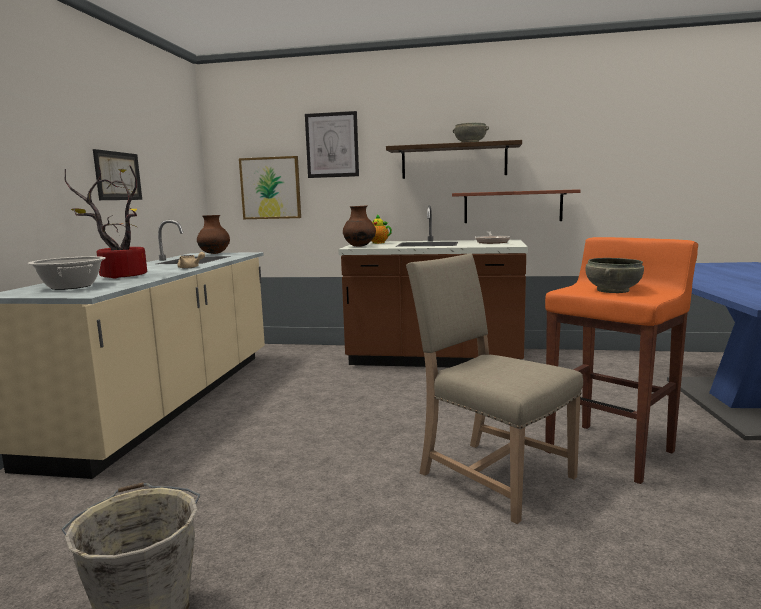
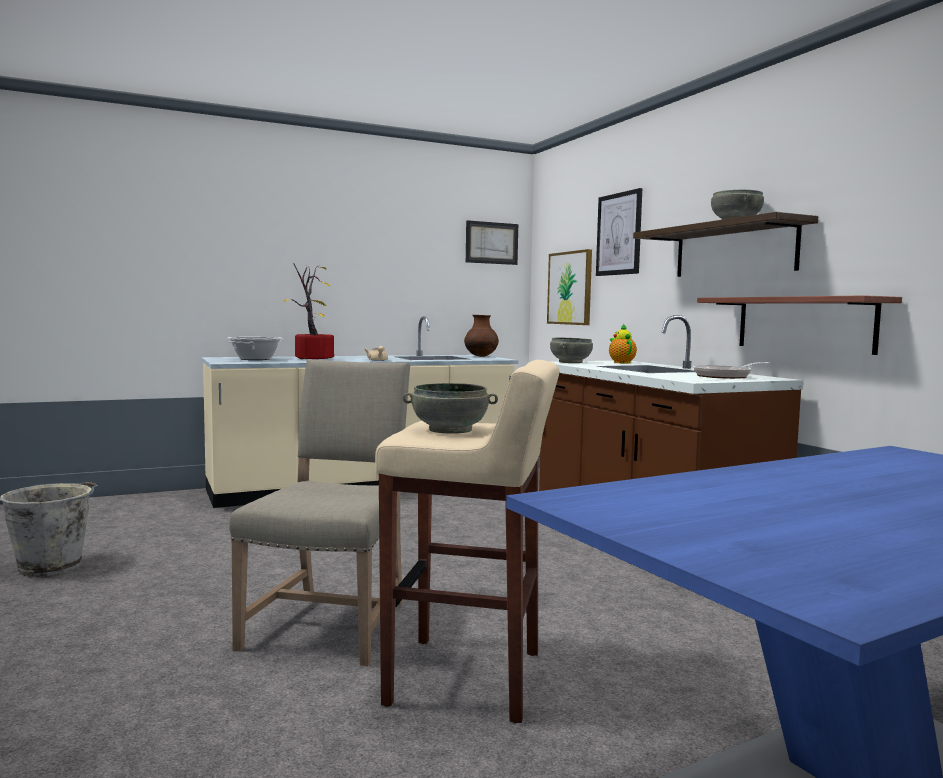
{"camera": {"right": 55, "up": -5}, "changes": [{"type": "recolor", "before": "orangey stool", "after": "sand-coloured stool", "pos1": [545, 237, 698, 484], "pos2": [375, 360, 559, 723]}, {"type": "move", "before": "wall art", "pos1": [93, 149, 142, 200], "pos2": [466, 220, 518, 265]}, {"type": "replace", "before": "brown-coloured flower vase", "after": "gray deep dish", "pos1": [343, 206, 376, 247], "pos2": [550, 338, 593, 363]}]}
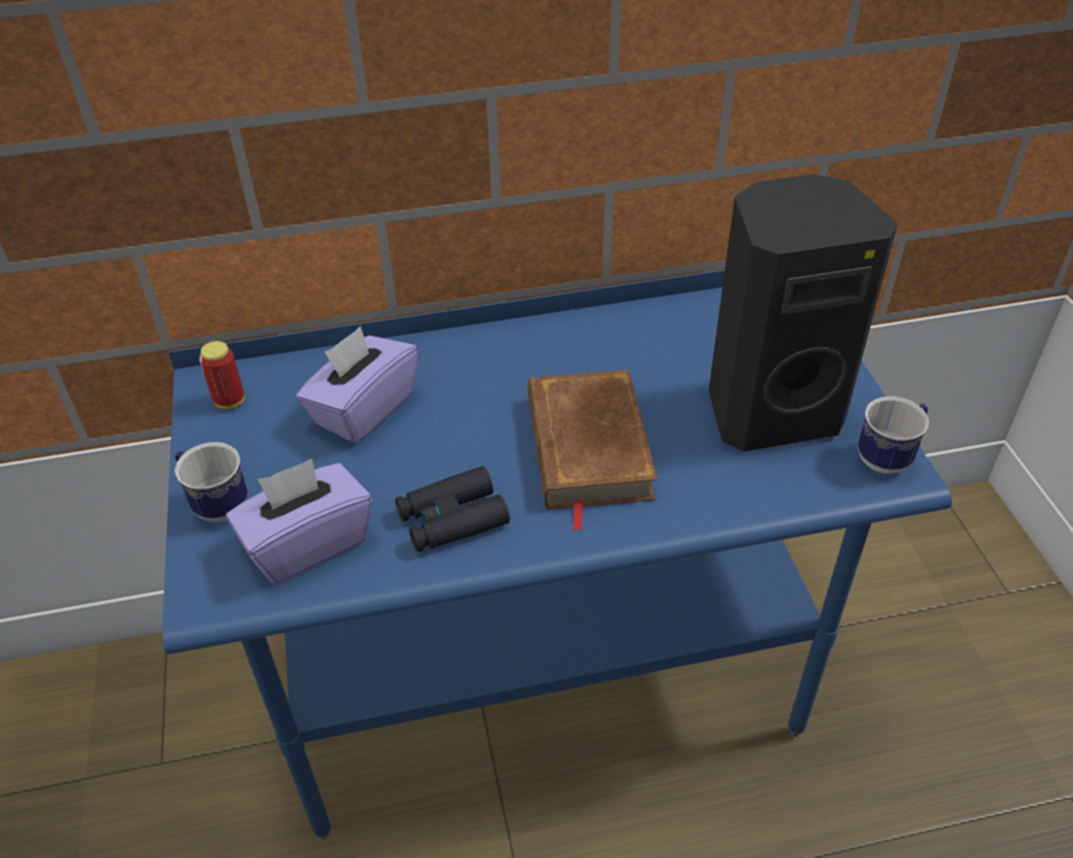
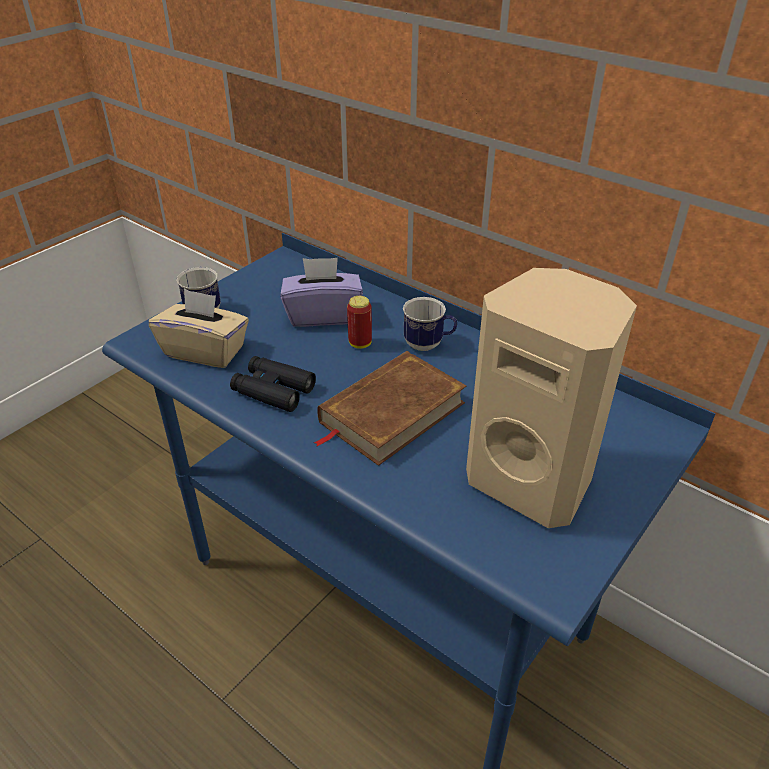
{"camera": {"right": 50, "up": -5}, "changes": [{"type": "recolor", "before": "purple box of tissues", "after": "sand-coloured box of tissues", "pos1": [226, 458, 372, 584], "pos2": [149, 289, 249, 368]}, {"type": "move", "before": "sealed can", "pos1": [199, 341, 245, 409], "pos2": [347, 296, 372, 349]}, {"type": "move", "before": "tea mug", "pos1": [858, 396, 929, 474], "pos2": [403, 297, 457, 351]}, {"type": "recolor", "before": "blackish loudspeaker", "after": "sand-coloured loudspeaker", "pos1": [709, 174, 898, 452], "pos2": [466, 268, 637, 528]}]}
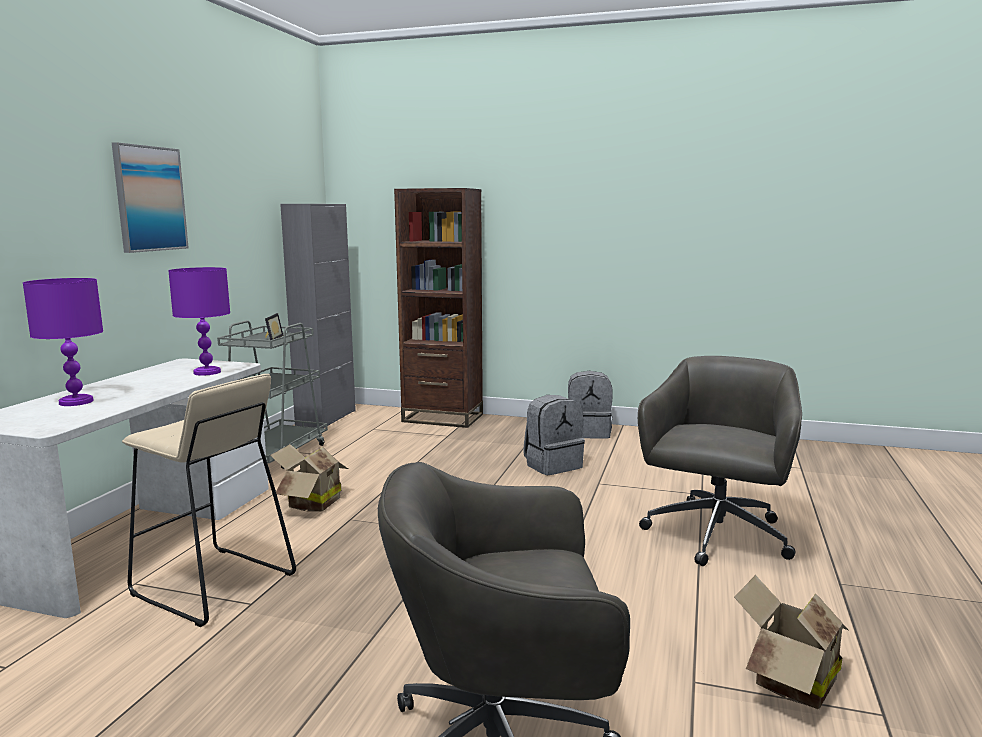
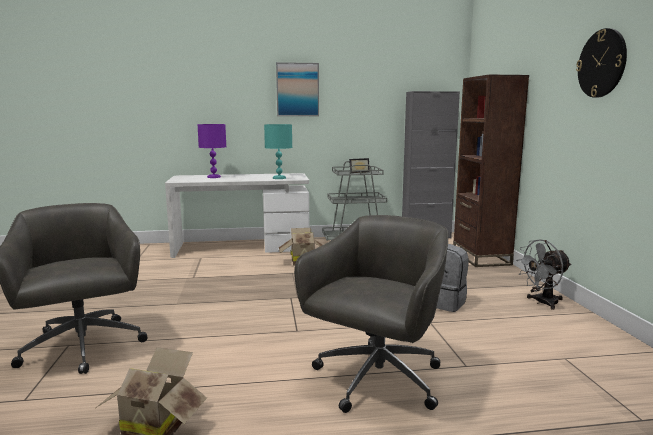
{"camera": {"right": 65, "up": 0}, "changes": [{"type": "recolor", "before": "purple table lamp", "after": "turquoise-coloured table lamp", "pos1": [168, 267, 230, 376], "pos2": [264, 124, 292, 179]}, {"type": "rotate", "before": "gray office chair", "pos1": [638, 356, 802, 566], "pos2": [294, 215, 448, 413], "turn": -60}, {"type": "replace", "before": "gray rucksack", "after": "gray electric fan", "pos1": [568, 371, 613, 439], "pos2": [516, 239, 572, 310]}, {"type": "insert", "after": "wall clock", "pos2": [576, 28, 627, 98]}, {"type": "delete", "before": "sand-coloured stool", "pos1": [122, 374, 296, 627]}]}
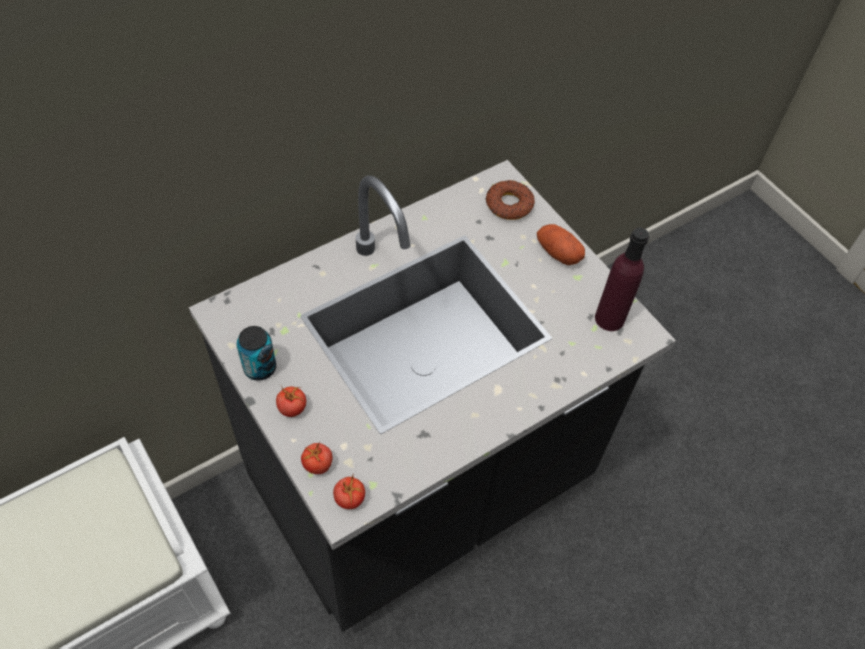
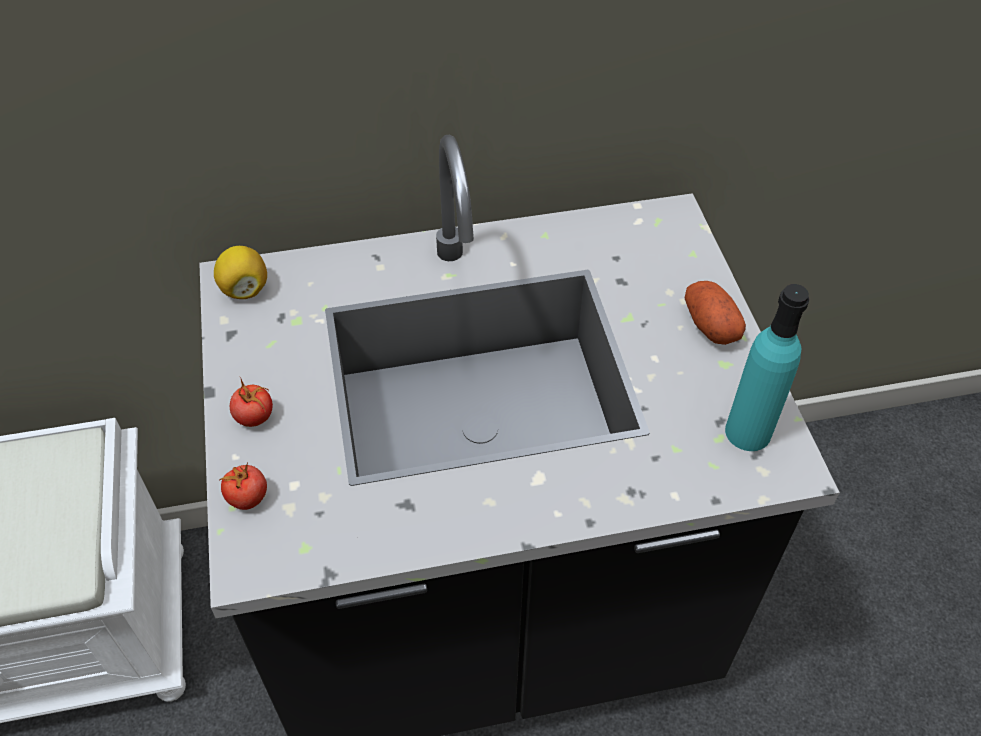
{"camera": {"right": 25, "up": -5}, "changes": [{"type": "insert", "after": "lemon", "pos2": [214, 246, 267, 299]}, {"type": "recolor", "before": "purple beverage bottle", "after": "turquoise-coloured beverage bottle", "pos1": [595, 227, 649, 331], "pos2": [725, 284, 809, 451]}, {"type": "delete", "before": "sealed can", "pos1": [237, 326, 276, 381]}, {"type": "delete", "before": "whole tomato", "pos1": [333, 475, 365, 509]}, {"type": "delete", "before": "ring doughnut", "pos1": [485, 180, 535, 220]}]}
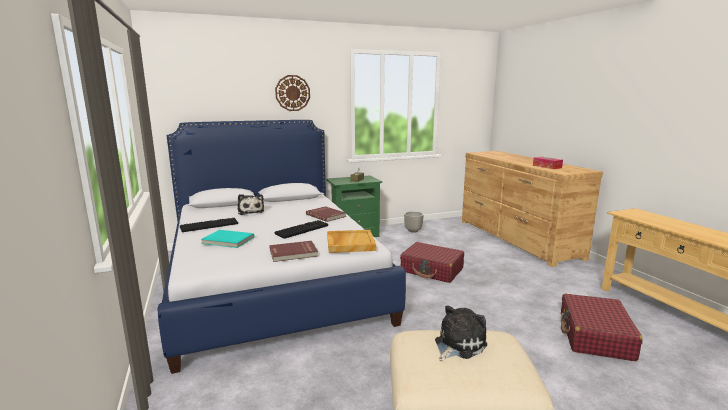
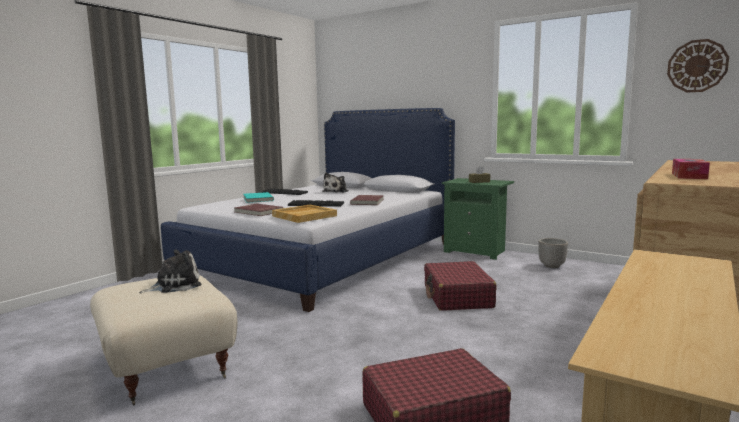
{"camera": {"right": 55, "up": -5}, "changes": [{"type": "rotate", "before": "cuddly toy", "pos1": [435, 305, 487, 361], "pos2": [139, 249, 201, 293], "turn": -45}, {"type": "move", "before": "wall clock", "pos1": [275, 75, 310, 111], "pos2": [667, 39, 729, 92]}]}
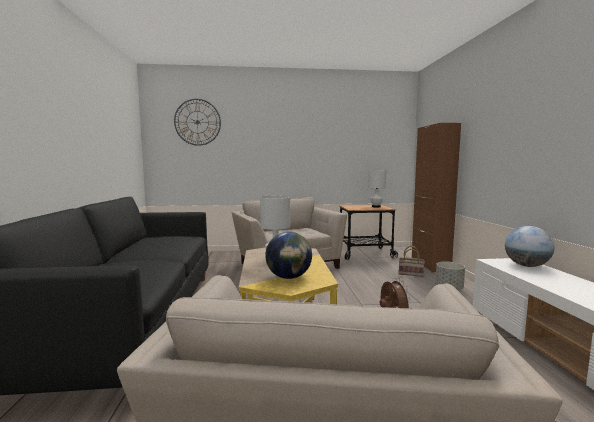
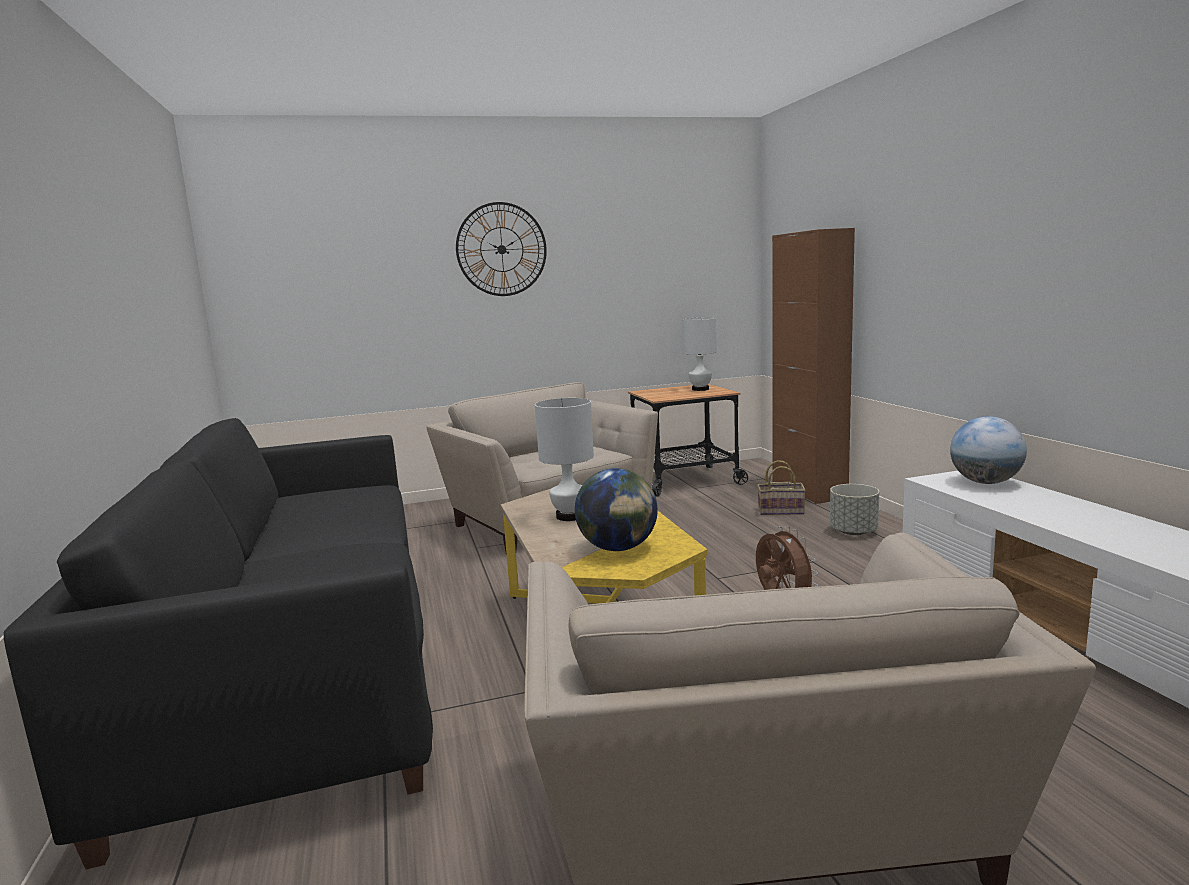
{"camera": {"right": -10, "up": 5}, "changes": [{"type": "move", "before": "wall clock", "pos1": [174, 99, 221, 146], "pos2": [456, 202, 547, 296]}]}
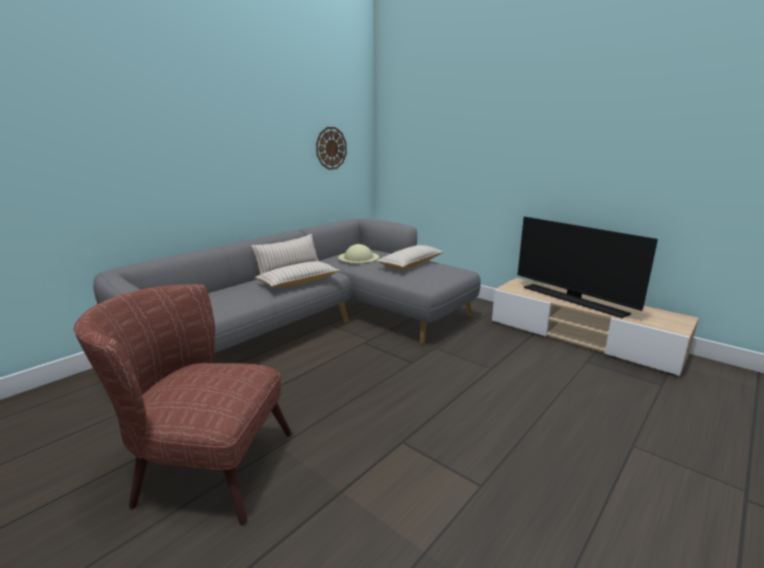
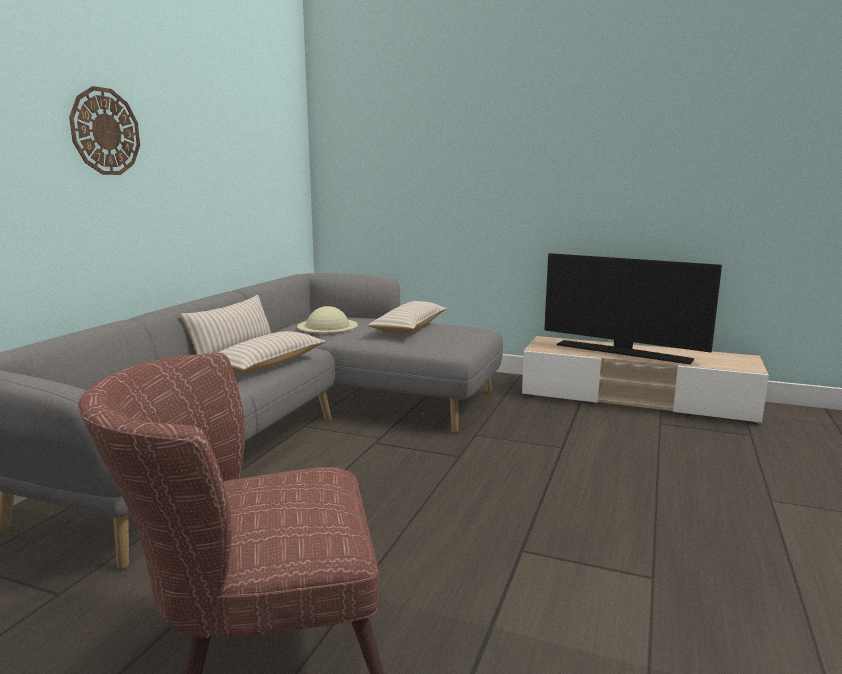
{"camera": {"right": -20, "up": -5}, "changes": [{"type": "move", "before": "wall clock", "pos1": [316, 127, 347, 170], "pos2": [69, 86, 140, 175]}]}
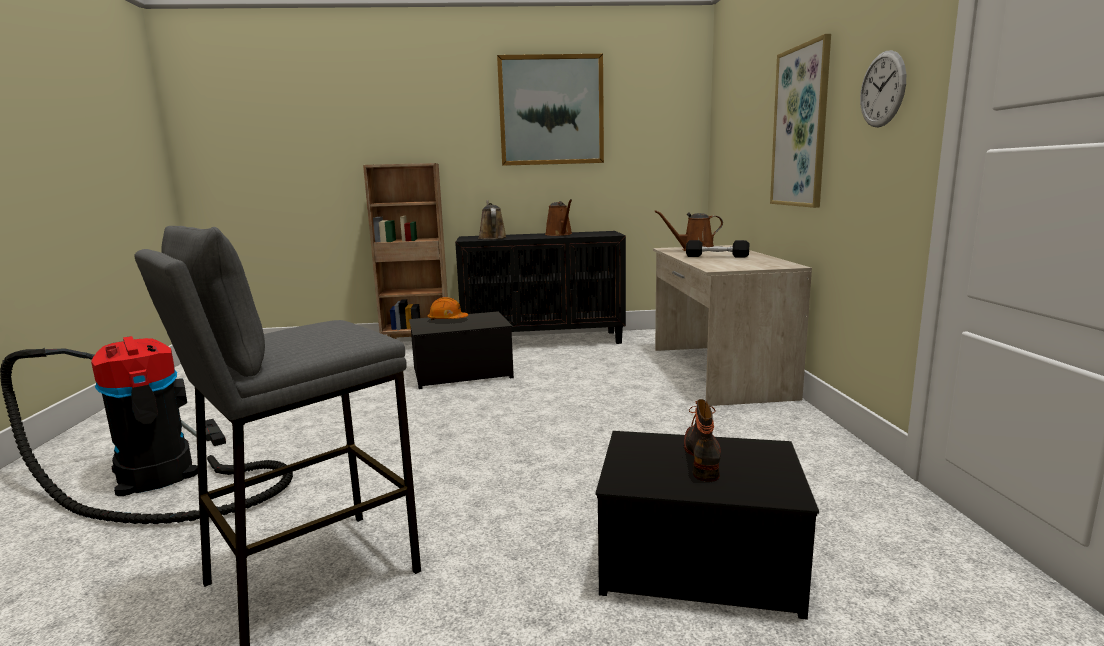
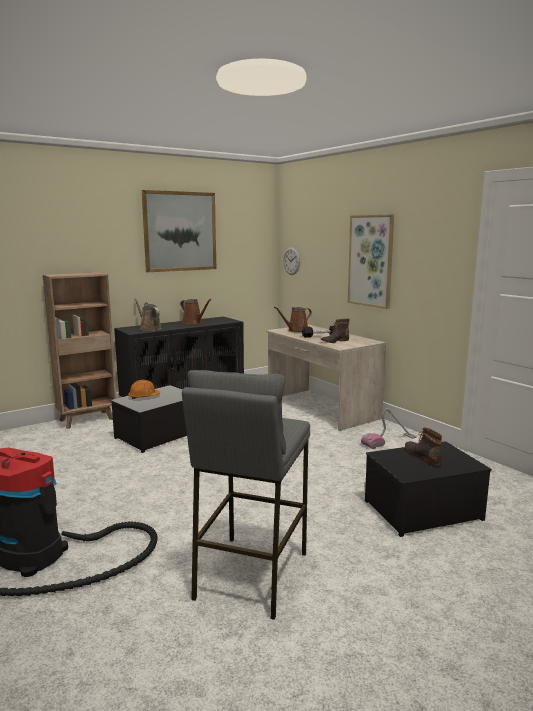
{"camera": {"right": -30, "up": 0}, "changes": [{"type": "move", "before": "wall clock", "pos1": [860, 50, 906, 127], "pos2": [283, 247, 300, 275]}, {"type": "insert", "after": "high-top boot", "pos2": [321, 319, 349, 343]}, {"type": "insert", "after": "hoover", "pos2": [361, 408, 416, 449]}]}
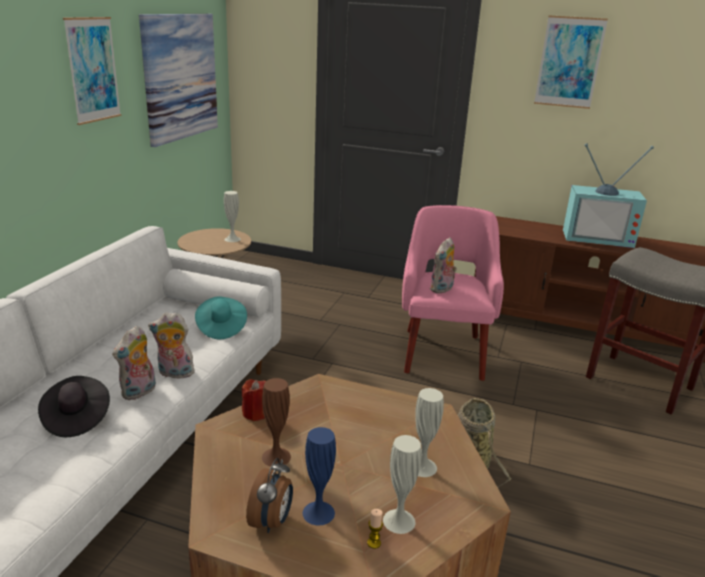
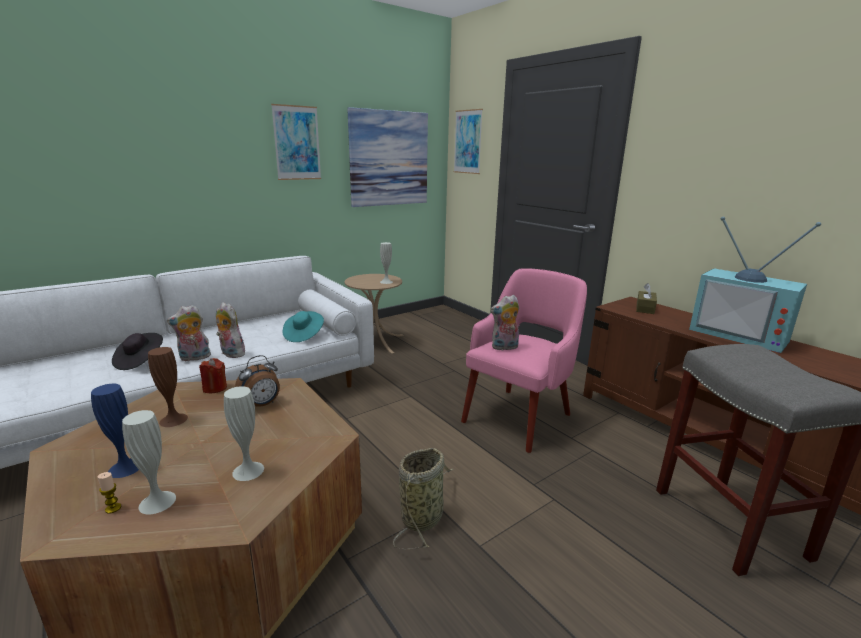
{"camera": {"right": 35, "up": -5}, "changes": [{"type": "move", "before": "alarm clock", "pos1": [246, 458, 293, 533], "pos2": [235, 355, 280, 407]}, {"type": "move", "before": "wall art", "pos1": [534, 15, 608, 109], "pos2": [454, 109, 483, 174]}, {"type": "insert", "after": "brown-coloured box of tissues", "pos2": [636, 283, 657, 314]}]}
